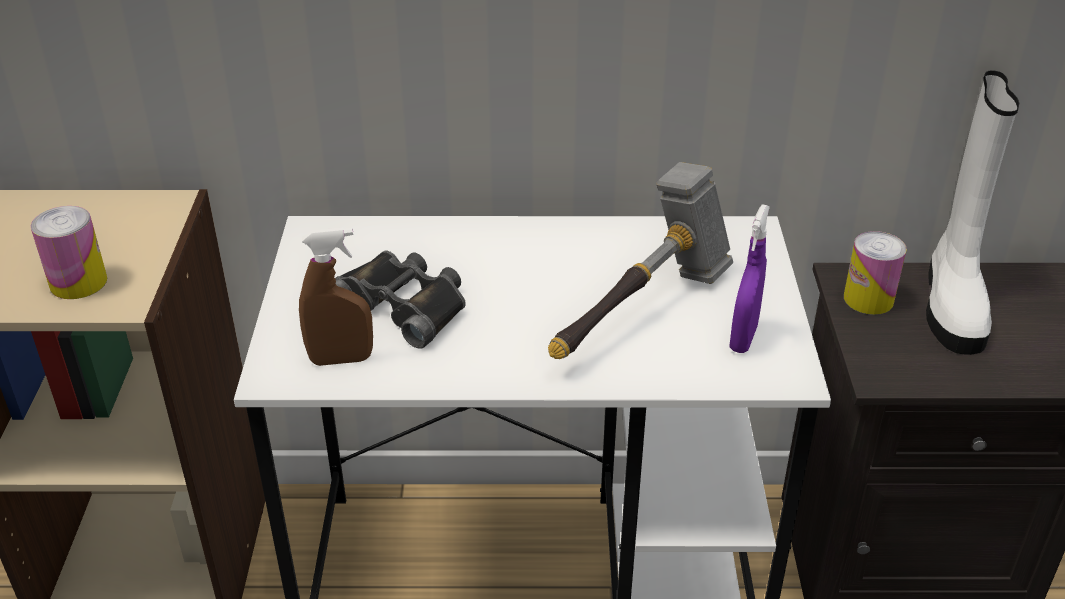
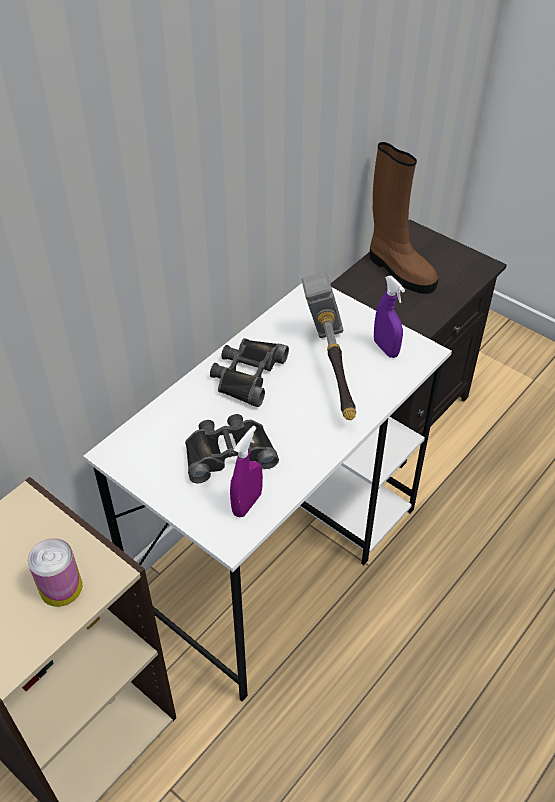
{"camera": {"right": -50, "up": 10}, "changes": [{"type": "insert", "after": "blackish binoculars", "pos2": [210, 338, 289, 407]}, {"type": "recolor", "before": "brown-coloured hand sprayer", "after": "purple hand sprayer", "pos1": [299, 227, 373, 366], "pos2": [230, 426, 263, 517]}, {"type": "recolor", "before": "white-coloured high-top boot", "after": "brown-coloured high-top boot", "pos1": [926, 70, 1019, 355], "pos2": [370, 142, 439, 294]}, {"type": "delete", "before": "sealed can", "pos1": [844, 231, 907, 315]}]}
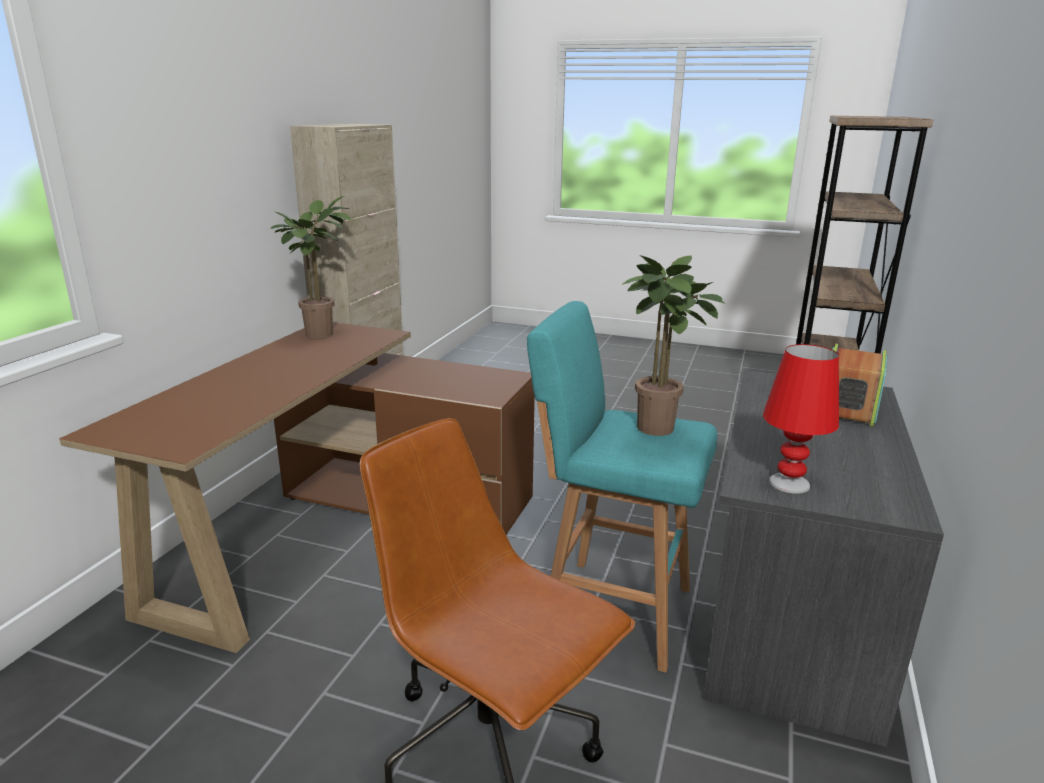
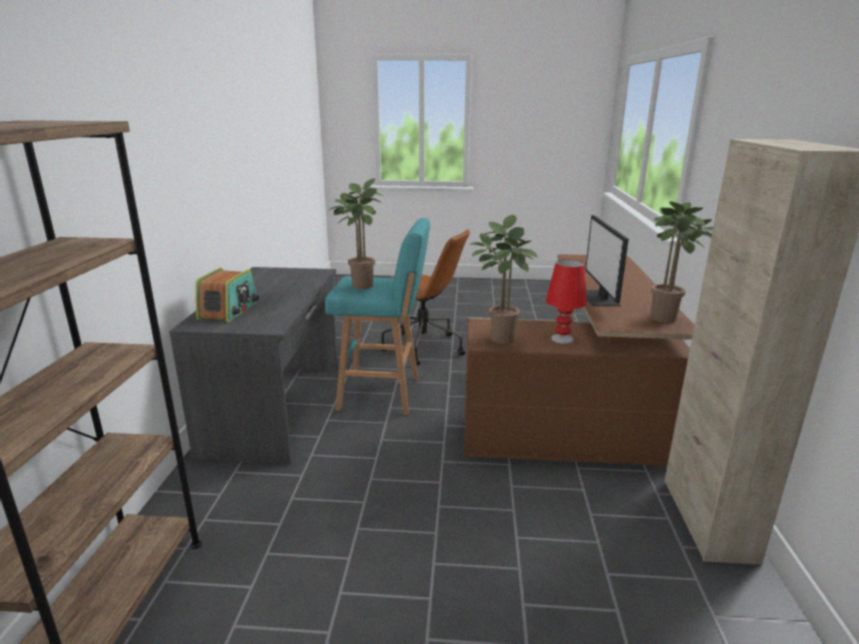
{"camera": {"right": 165, "up": 0}, "changes": [{"type": "insert", "after": "houseplant", "pos2": [470, 215, 538, 344]}, {"type": "move", "before": "red table lamp", "pos1": [763, 344, 839, 494], "pos2": [546, 259, 587, 344]}, {"type": "insert", "after": "computer display", "pos2": [585, 215, 629, 306]}]}
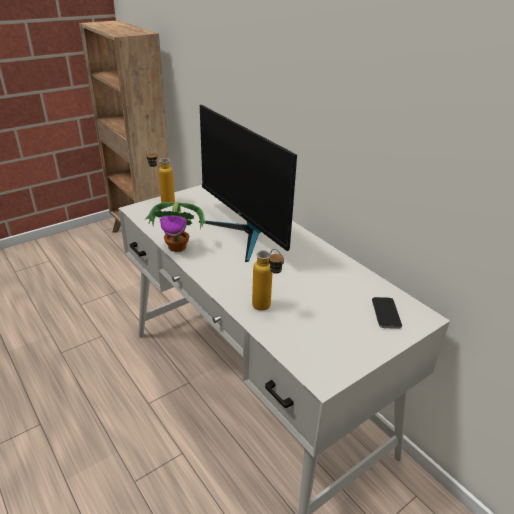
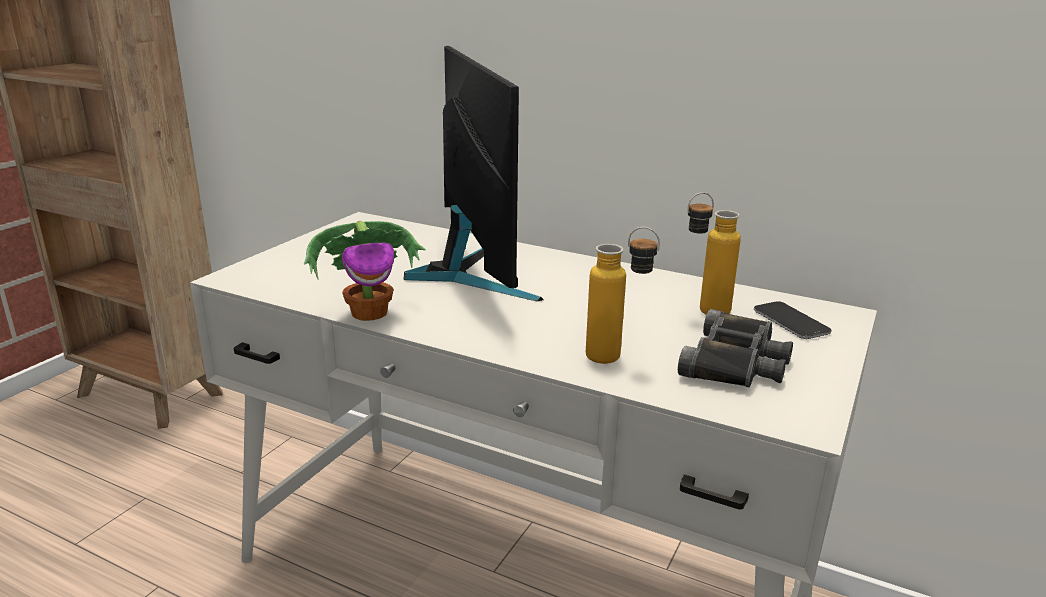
{"camera": {"right": -25, "up": -10}, "changes": [{"type": "rotate", "before": "computer display", "pos1": [199, 105, 297, 262], "pos2": [404, 46, 544, 302], "turn": -135}, {"type": "insert", "after": "blackish binoculars", "pos2": [678, 309, 793, 388]}, {"type": "move", "before": "beverage bottle", "pos1": [146, 149, 175, 203], "pos2": [687, 192, 741, 314]}]}
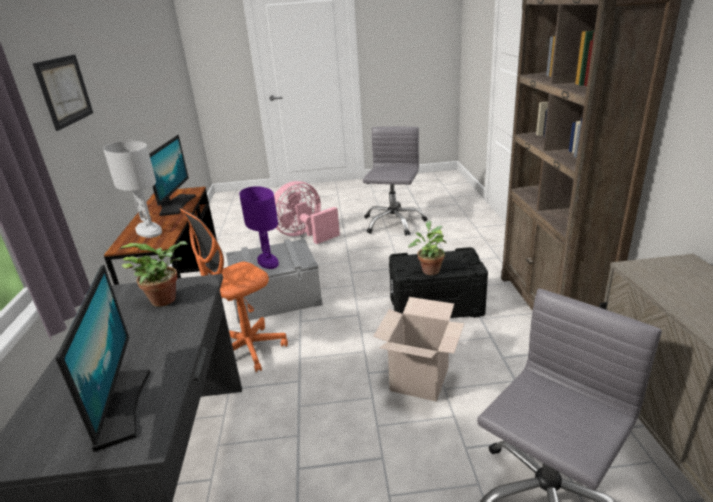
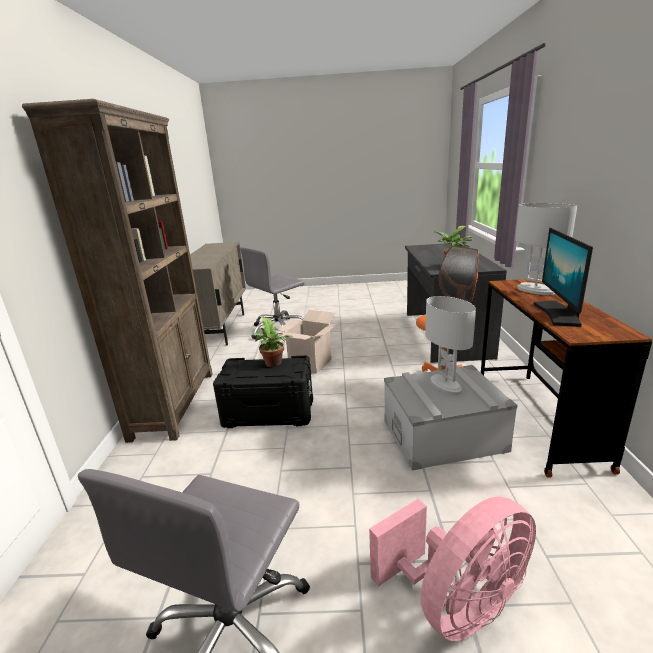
{"camera": {"right": -175, "up": -5}, "changes": [{"type": "recolor", "before": "purple table lamp", "after": "white-coloured table lamp", "pos1": [239, 186, 279, 269], "pos2": [425, 296, 476, 395]}, {"type": "delete", "before": "wall art", "pos1": [33, 55, 93, 131]}, {"type": "delete", "before": "computer display", "pos1": [56, 265, 150, 452]}]}
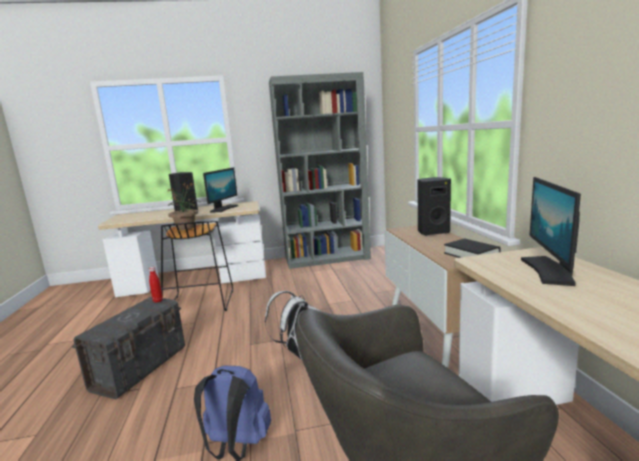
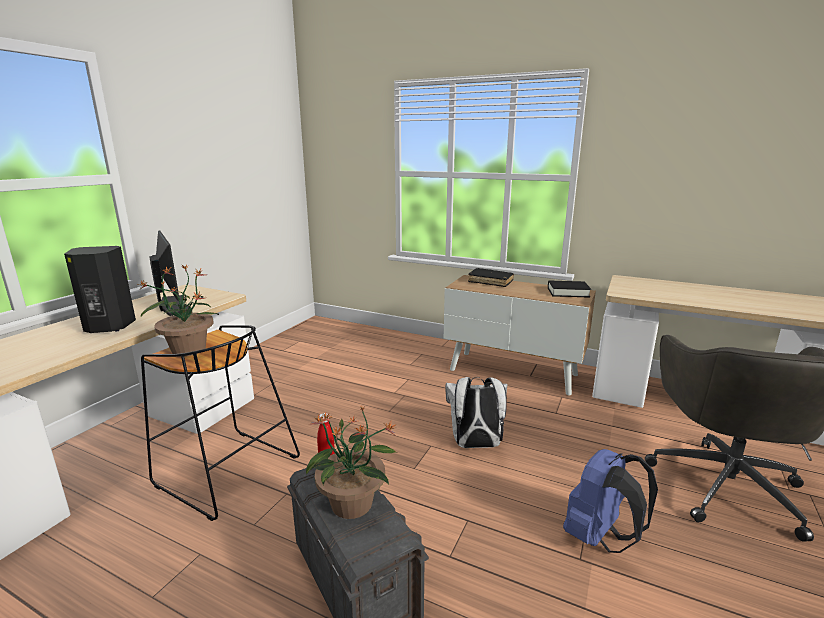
{"camera": {"right": -55, "up": 5}, "changes": [{"type": "insert", "after": "houseplant", "pos2": [306, 405, 397, 519]}, {"type": "replace", "before": "blackish loudspeaker", "after": "blackish volume", "pos1": [417, 177, 451, 236], "pos2": [468, 268, 514, 287]}, {"type": "delete", "before": "gray bookshelf", "pos1": [269, 72, 371, 269]}, {"type": "delete", "before": "computer display", "pos1": [521, 177, 581, 286]}]}
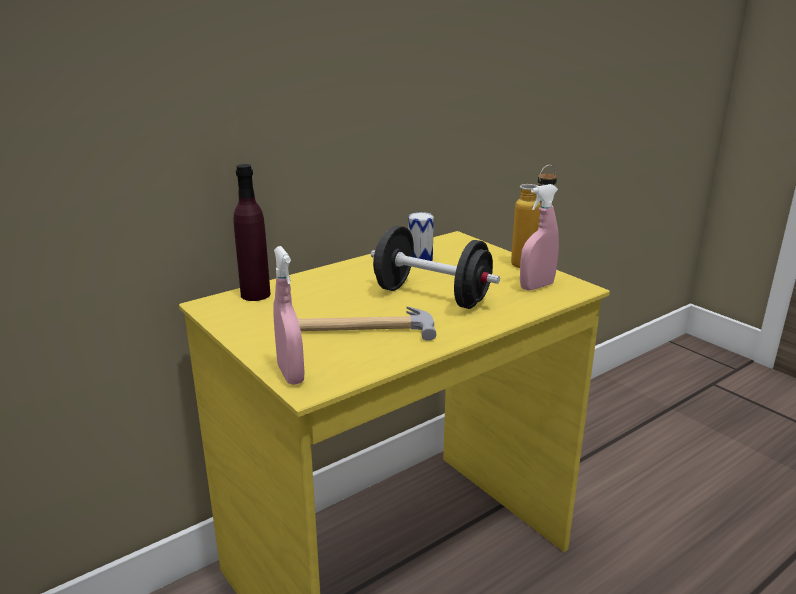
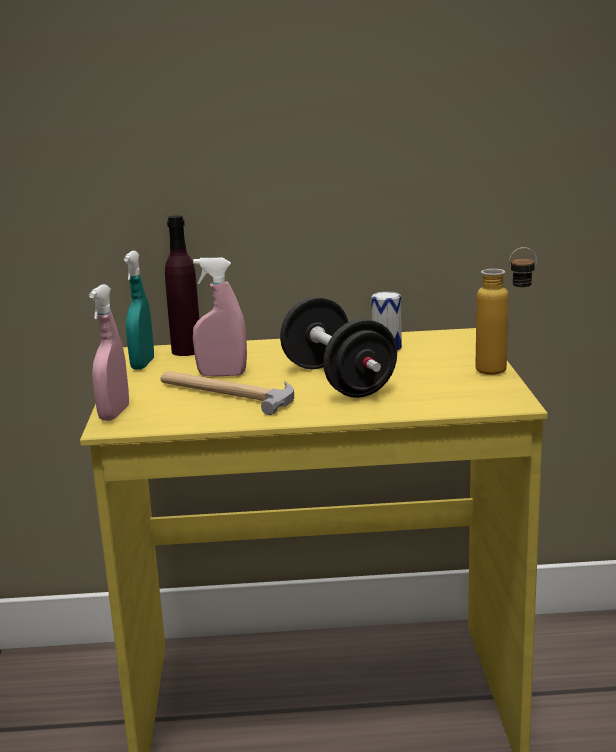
{"camera": {"right": 35, "up": -5}, "changes": [{"type": "insert", "after": "turquoise-coloured hand sprayer", "pos2": [124, 251, 154, 370]}, {"type": "move", "before": "pinkish hand sprayer", "pos1": [520, 184, 559, 291], "pos2": [193, 258, 247, 377]}]}
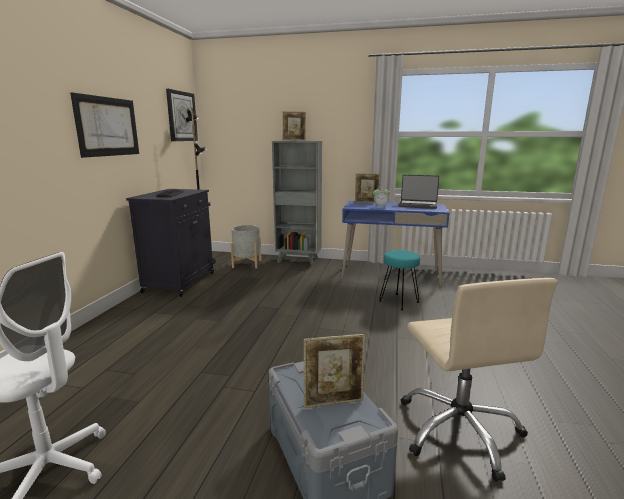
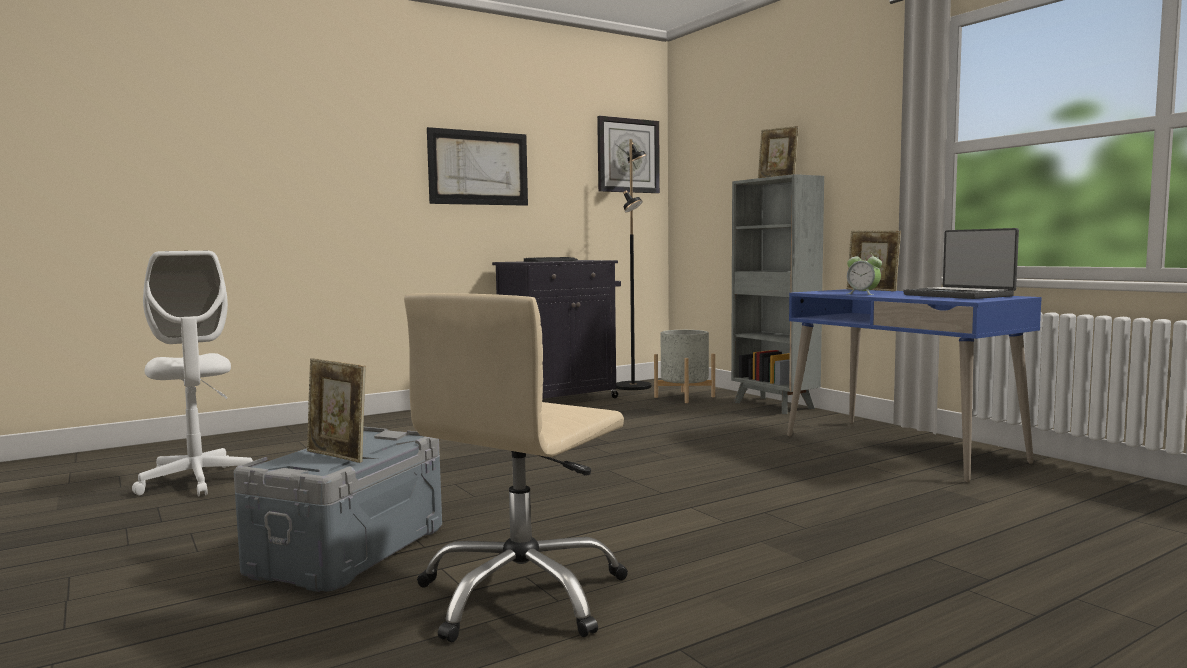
{"camera": {"right": 45, "up": -10}, "changes": [{"type": "delete", "before": "turquoise-coloured stool", "pos1": [379, 250, 420, 310]}]}
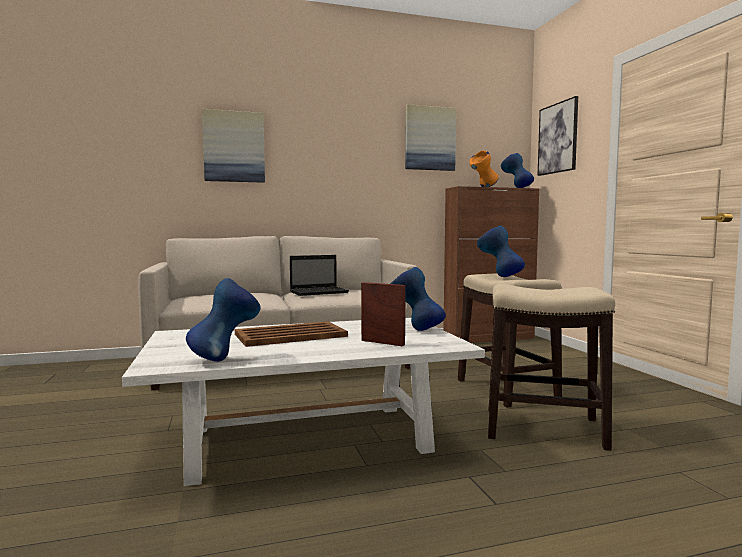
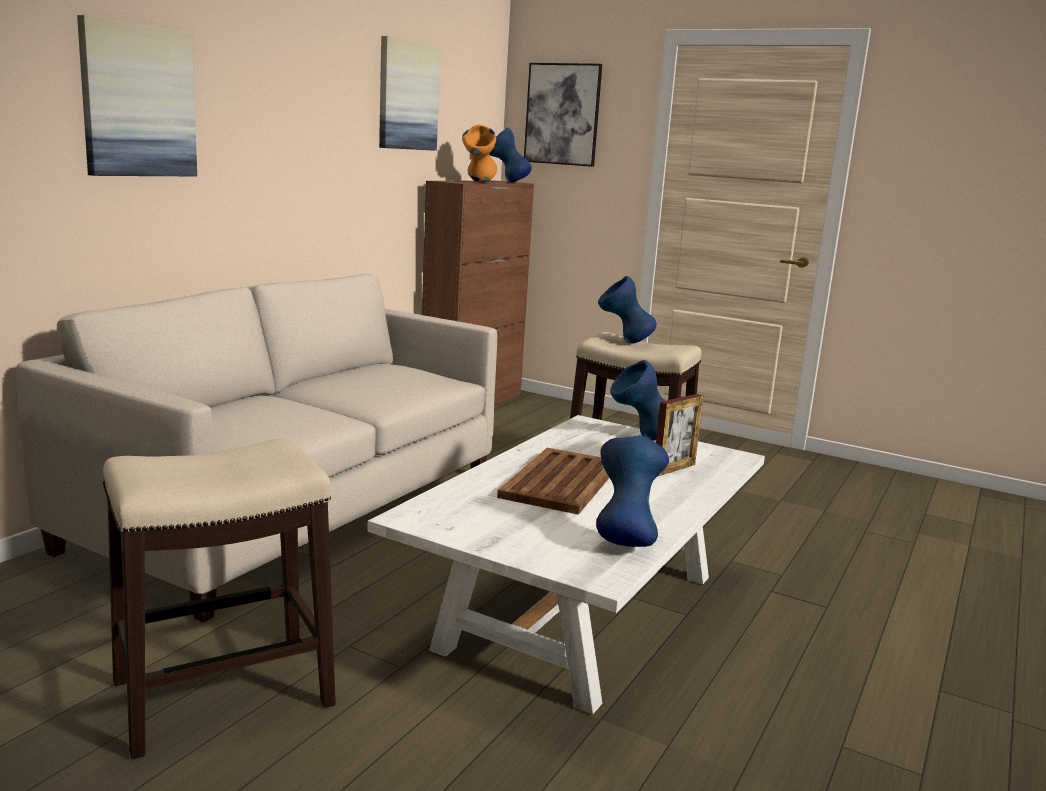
{"camera": {"right": -45, "up": 10}, "changes": [{"type": "move", "before": "stool", "pos1": [488, 284, 615, 451], "pos2": [103, 439, 336, 759]}, {"type": "rotate", "before": "standing frame", "pos1": [361, 282, 405, 346], "pos2": [656, 394, 703, 476], "turn": 150}, {"type": "delete", "before": "portable computer", "pos1": [290, 255, 349, 296]}]}
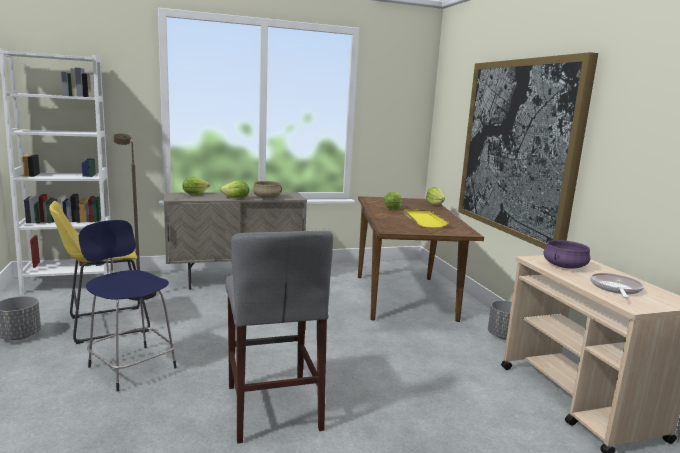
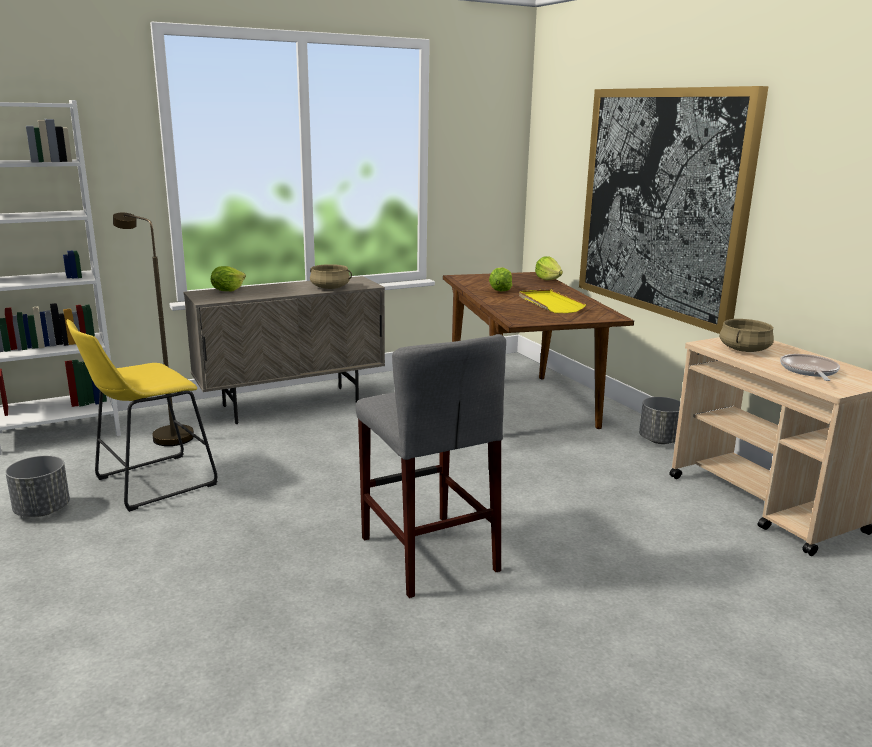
{"camera": {"right": -10, "up": 5}, "changes": [{"type": "recolor", "before": "purple stockpot", "after": "sand-coloured stockpot", "pos1": [543, 240, 590, 269], "pos2": [719, 319, 774, 352]}, {"type": "delete", "before": "bluish stool", "pos1": [79, 220, 177, 392]}, {"type": "delete", "before": "lettuce", "pos1": [220, 180, 249, 198]}]}
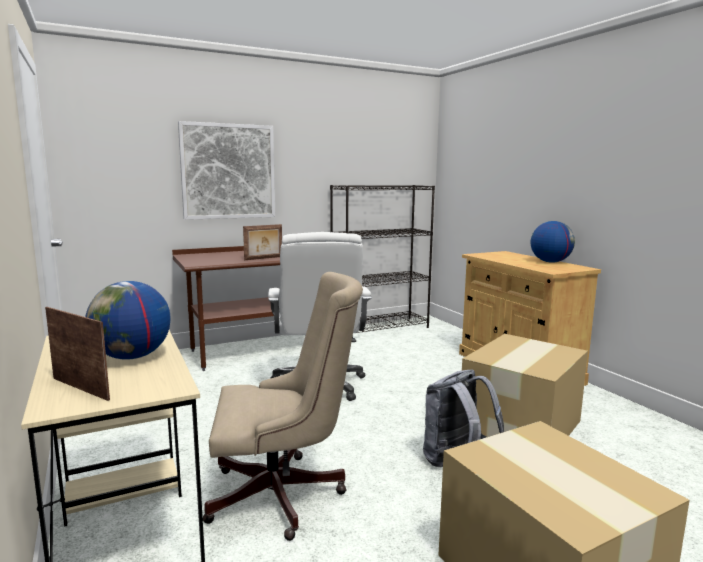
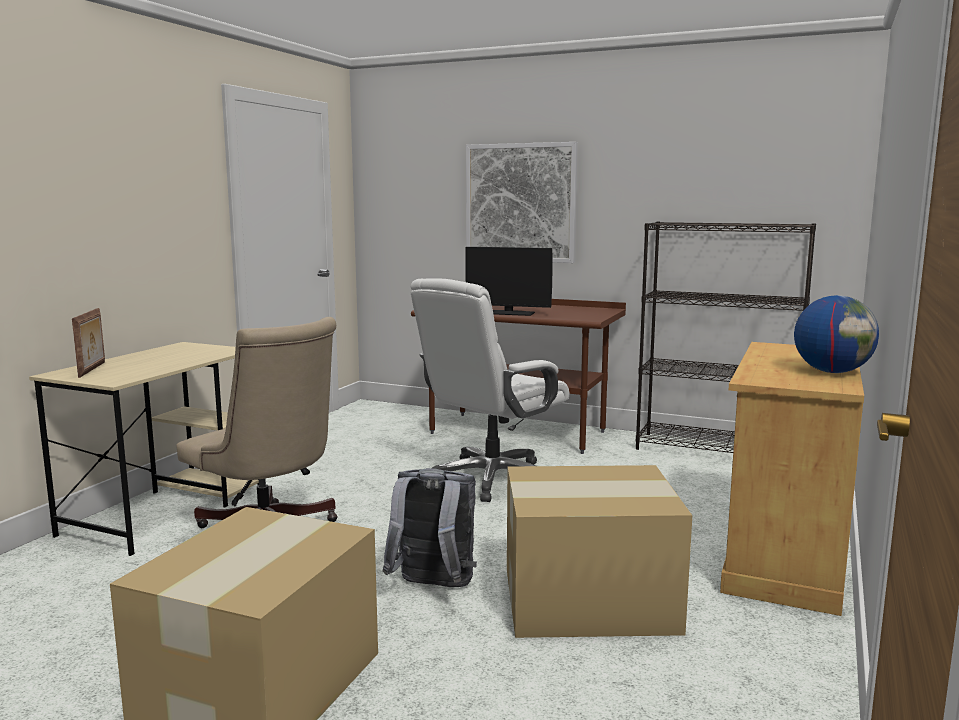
{"camera": {"right": 50, "up": 0}, "changes": [{"type": "replace", "before": "standing frame", "after": "computer display", "pos1": [243, 224, 282, 260], "pos2": [466, 247, 553, 316]}, {"type": "delete", "before": "desk globe", "pos1": [86, 281, 170, 360]}]}
